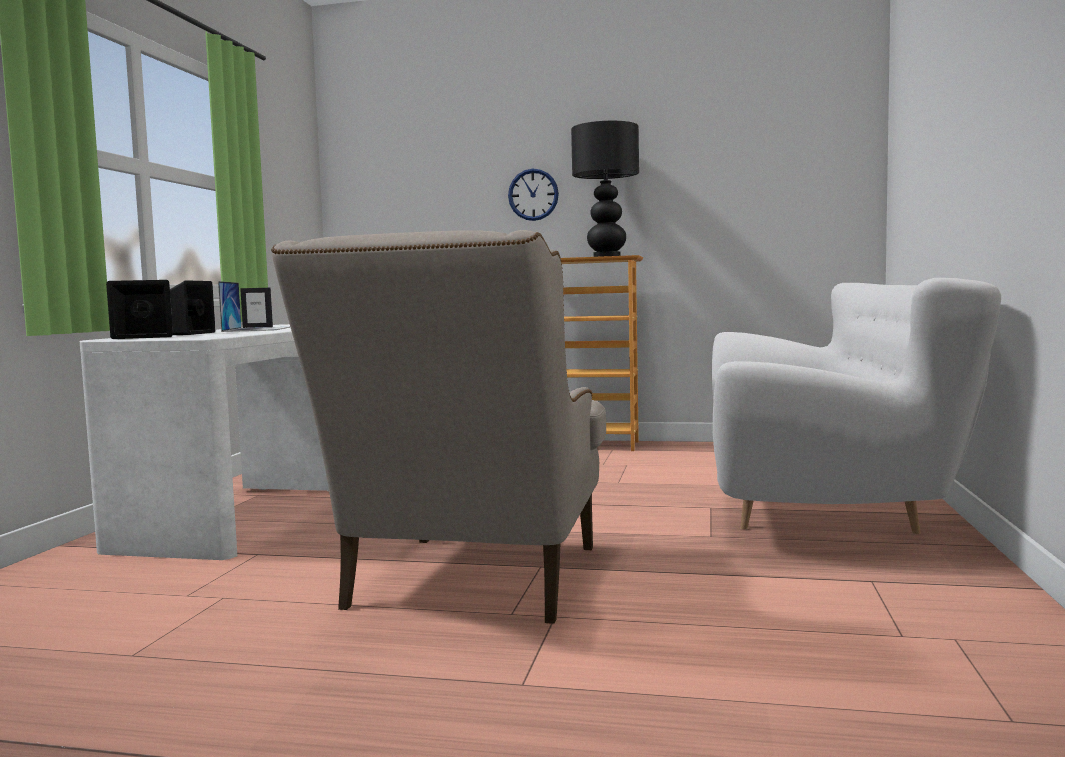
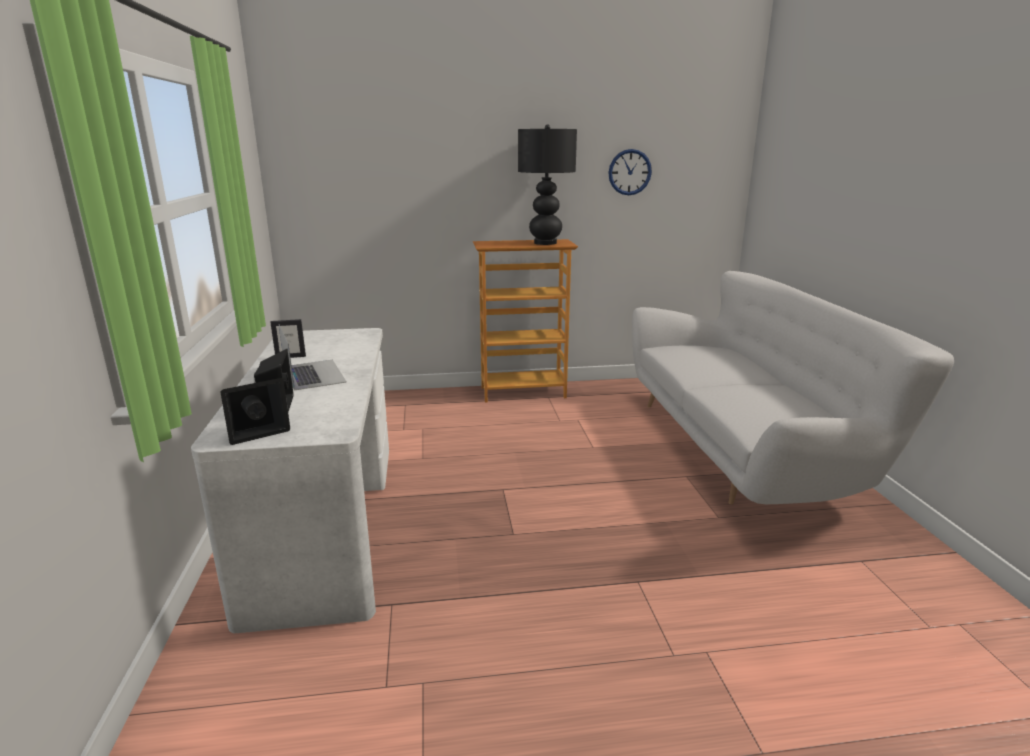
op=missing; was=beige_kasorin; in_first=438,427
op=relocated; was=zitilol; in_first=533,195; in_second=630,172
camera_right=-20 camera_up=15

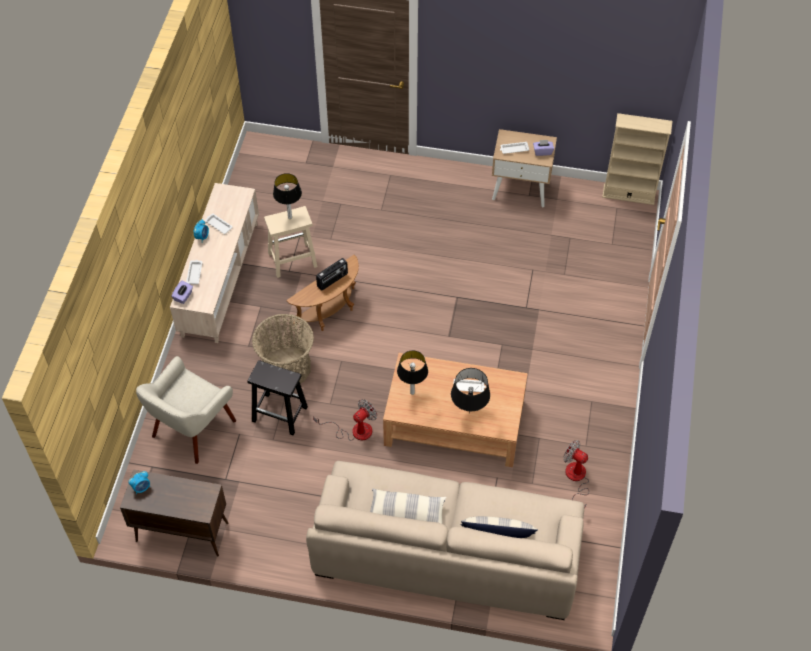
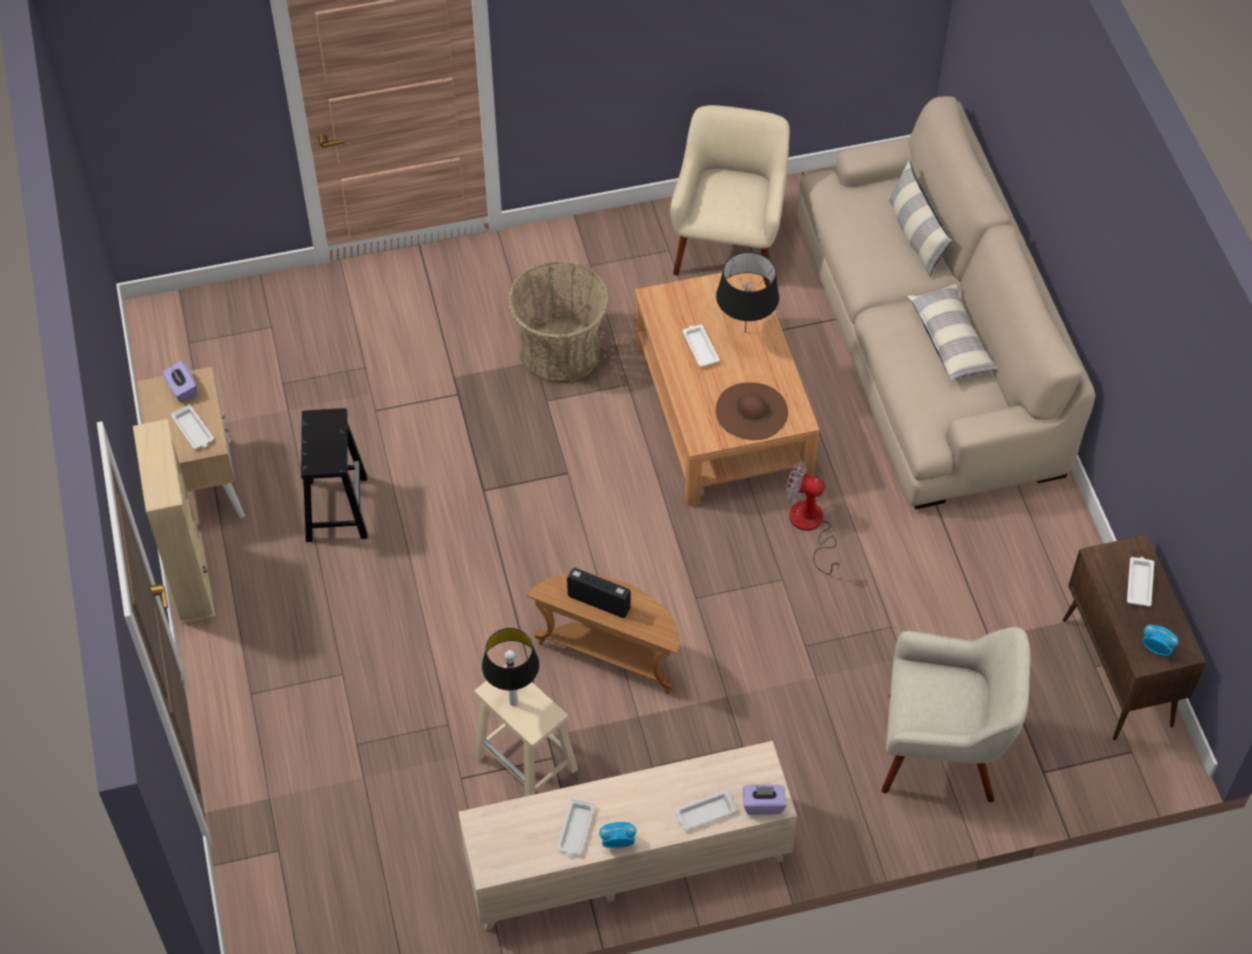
op=relocated; was=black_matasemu; in_first=277,397; in_second=334,475
op=relocated; was=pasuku; in_first=283,349; in_second=558,321
op=exchanged; was=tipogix; now=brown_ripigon; in_first=412,373; in_second=752,411
op=exchanged; was=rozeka; now=beige_kasorin; in_first=576,474; in_second=730,196
op=relocated; was=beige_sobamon; in_first=637,159; in_second=174,521
op=appeared; now=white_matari; in_second=1140,582
camera_right=-115 camera_up=0

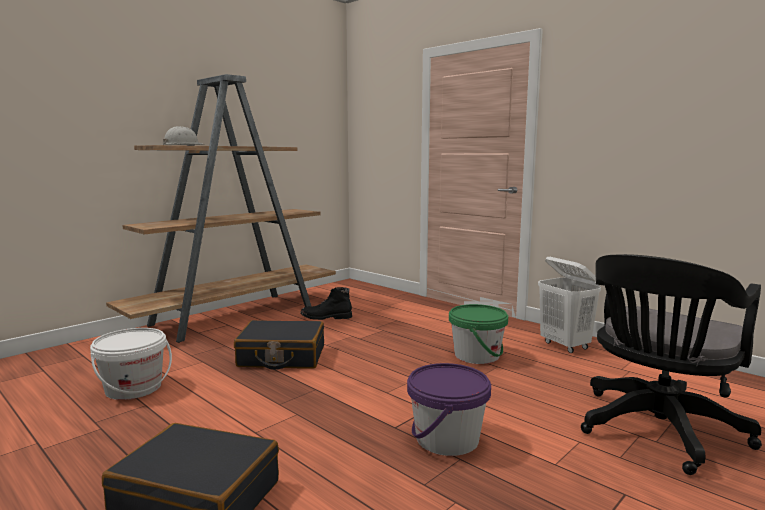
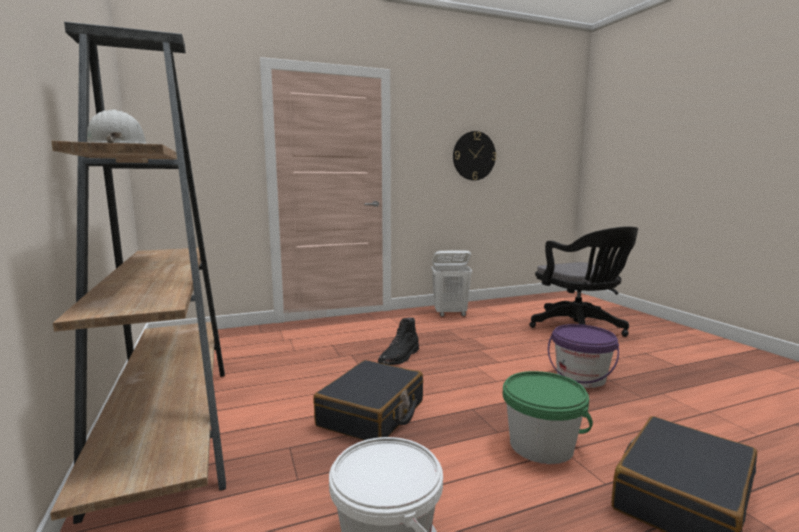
op=relocated; was=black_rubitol; in_first=326,303; in_second=398,341
op=relocated; was=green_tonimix; in_first=478,334; in_second=548,417
op=appeared; now=zitilol; in_second=474,155
camera_right=-65 camera_up=0

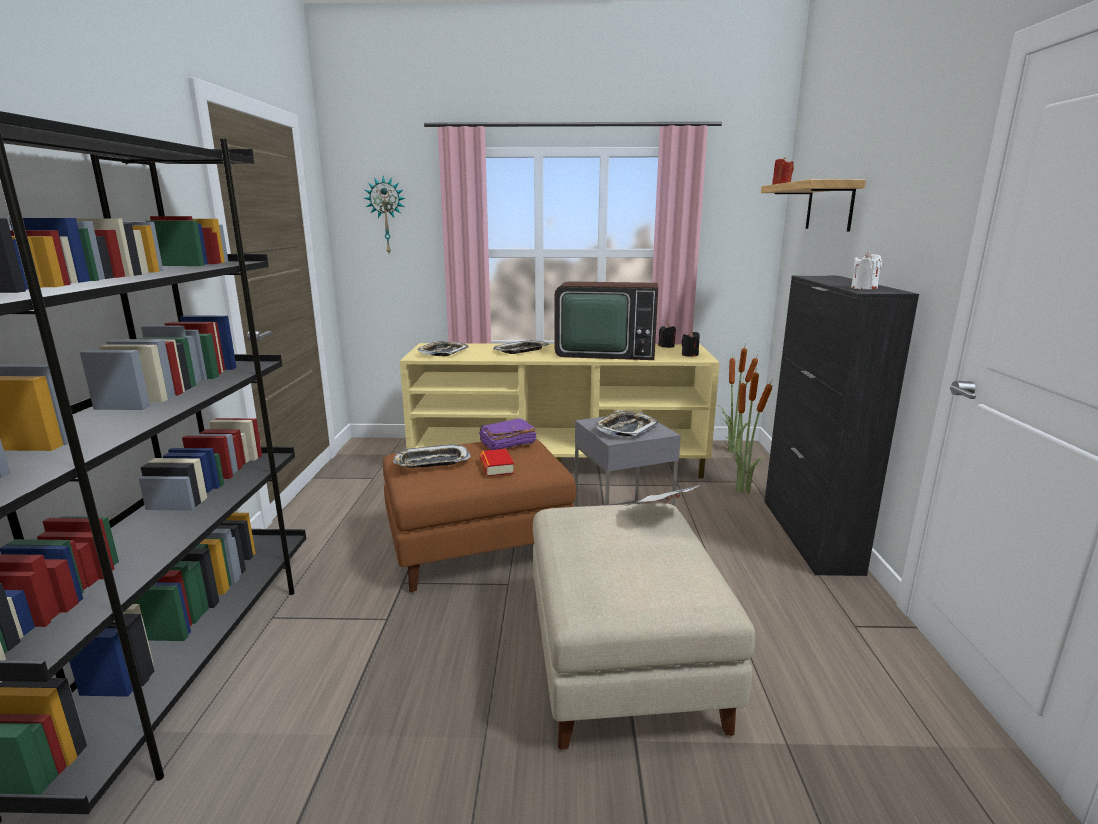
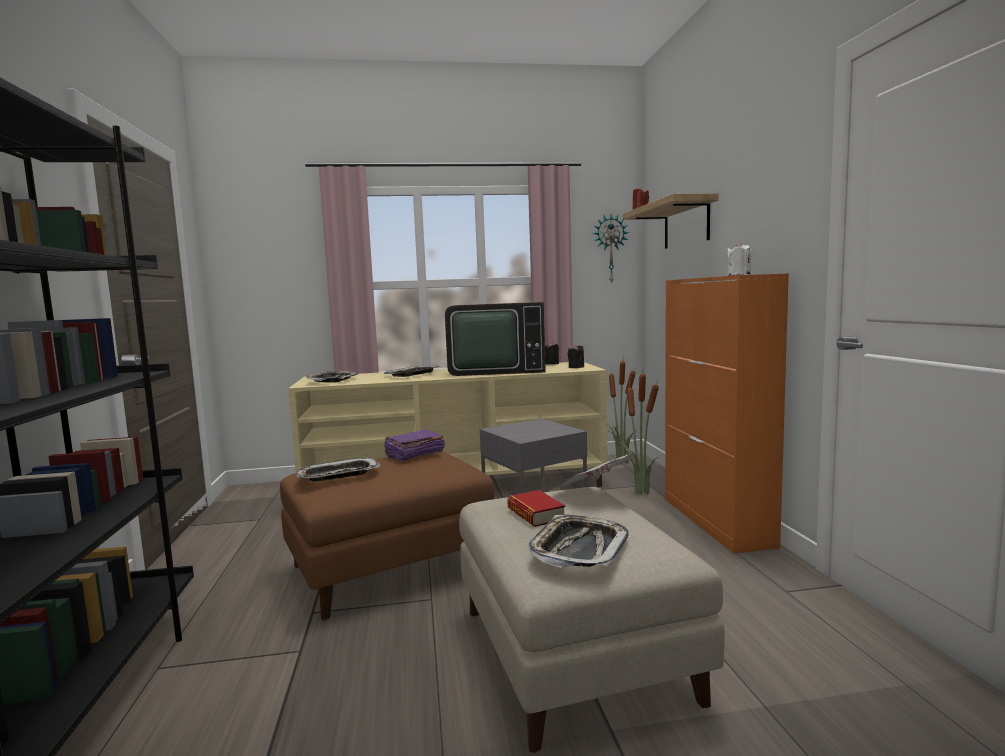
op=relocated; was=zitilol; in_first=385,214; in_second=611,249
op=relocated; was=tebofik; in_first=496,462; in_second=536,508
op=relocated; was=matari; in_first=626,423; in_second=578,541
op=colour; was=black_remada; now=orange_remada; in_first=841,426; in_second=727,413
camera_right=-10 camera_up=-10

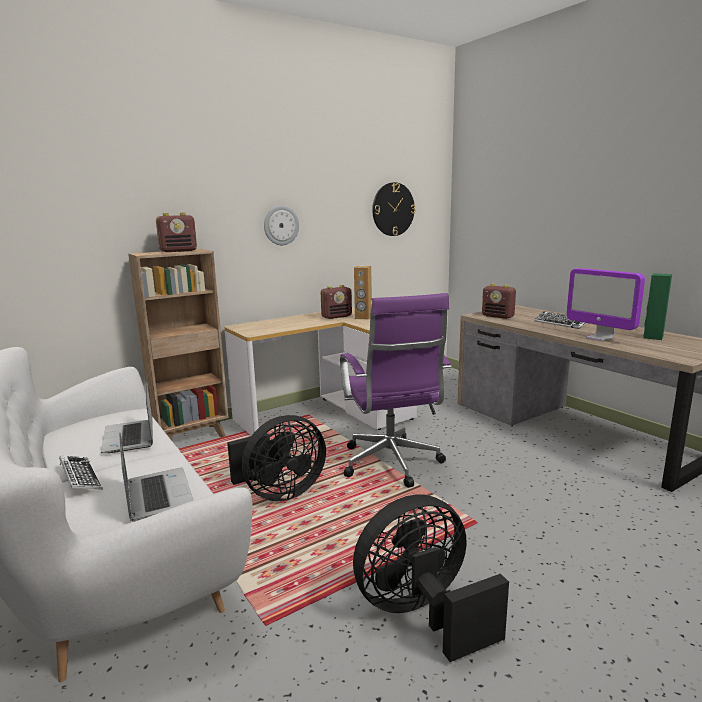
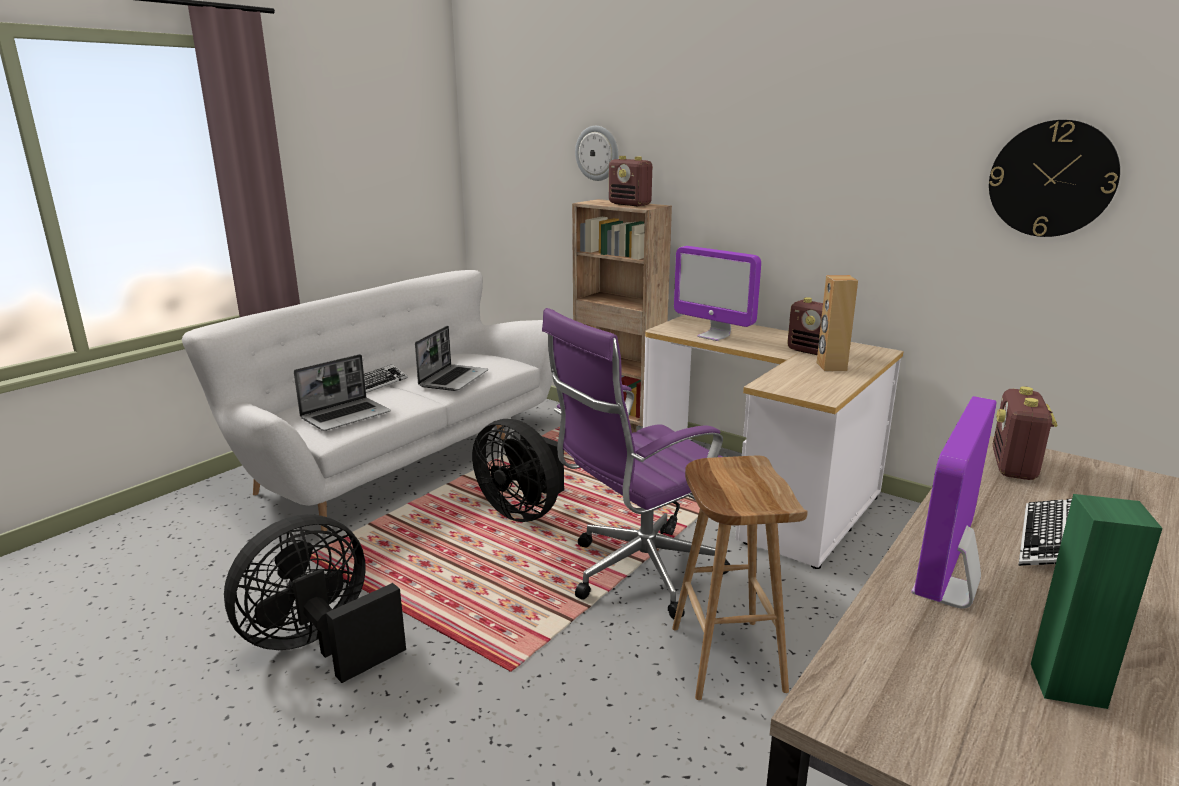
op=spun; was=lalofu; in_first=127,417; in_second=451,358; clockwise=150
op=relocated; was=zitilol; in_first=281,225; in_second=596,153
op=spun; was=black_rozeka; in_first=431,578; in_second=315,598; clockwise=-90
op=appeared; now=brown_matasemu; in_second=740,578
op=appeared; now=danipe; in_second=717,293
camera_right=70 camera_up=5

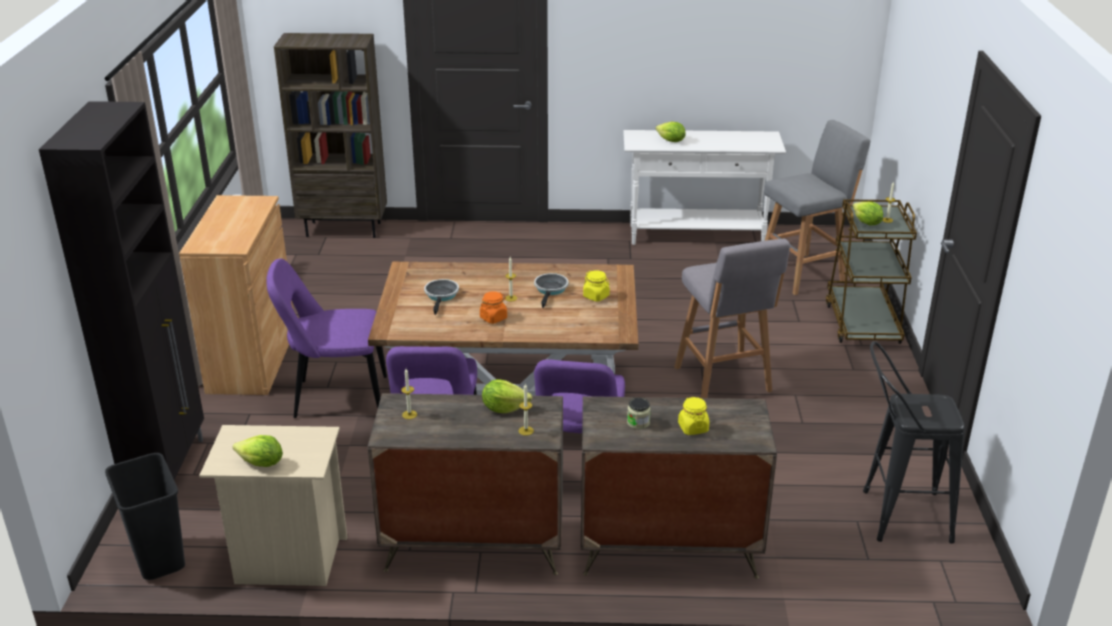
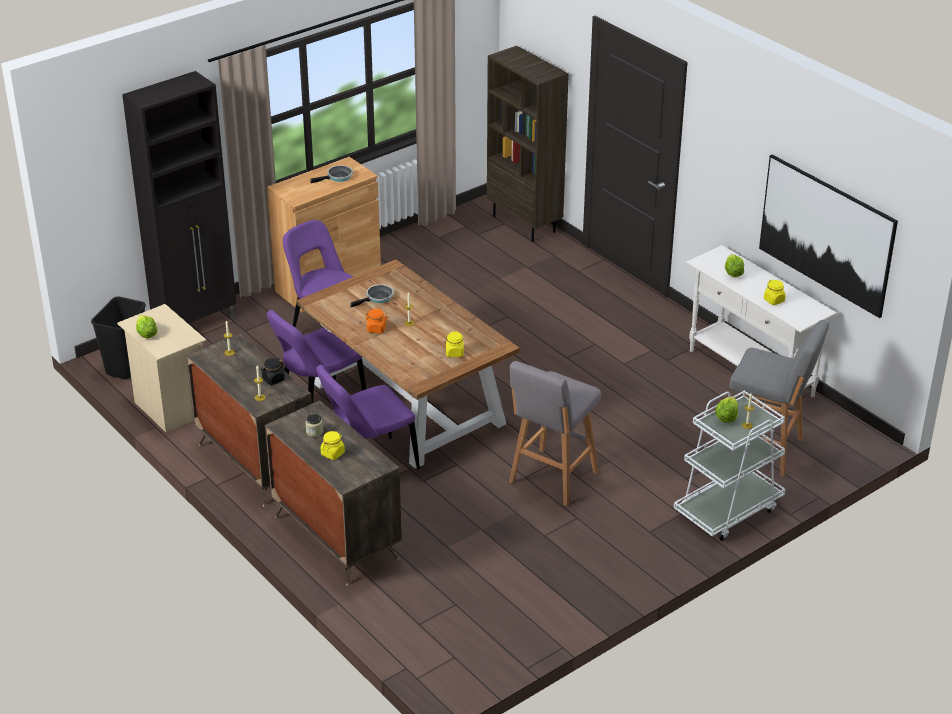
op=exchanged; was=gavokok; now=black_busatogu; in_first=507,396; in_second=273,371
op=relocated; was=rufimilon; in_first=551,290; in_second=331,174
op=colour; was=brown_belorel; now=white_belorel; in_first=871,271; in_second=730,466
op=missing; was=black_matasemu; in_first=914,442
op=appeared; now=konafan; in_second=828,236
op=appeared; now=yellow_busatogu; in_second=774,292
camera_right=50 camera_up=5

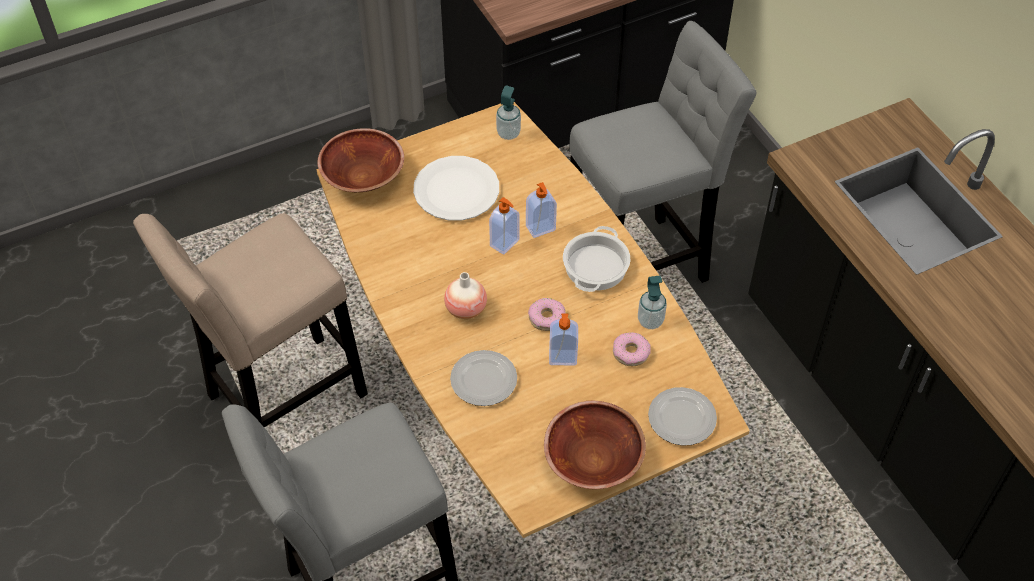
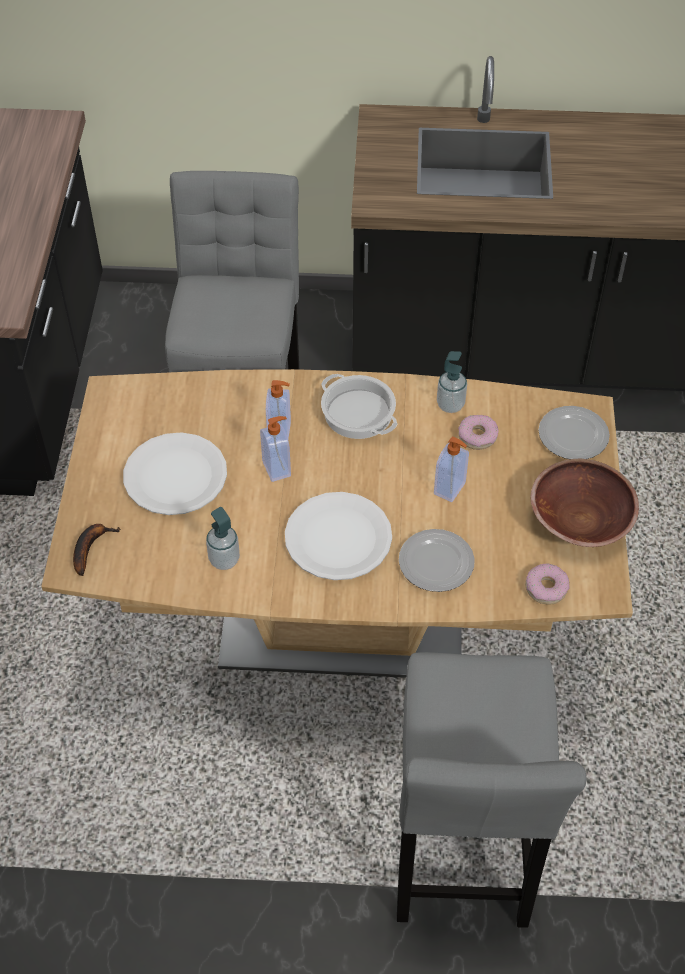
op=missing; was=beige_matasemu; in_first=250,320
op=exchanged; was=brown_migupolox; now=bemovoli; in_first=361,160; in_second=97,550
op=exchanged; was=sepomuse; now=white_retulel; in_first=465,295; in_second=338,536
op=relocated; was=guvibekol; in_first=508,112; in_second=223,538
op=relocated; was=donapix; in_first=547,314; in_second=547,584
camera_right=-60 camera_up=0

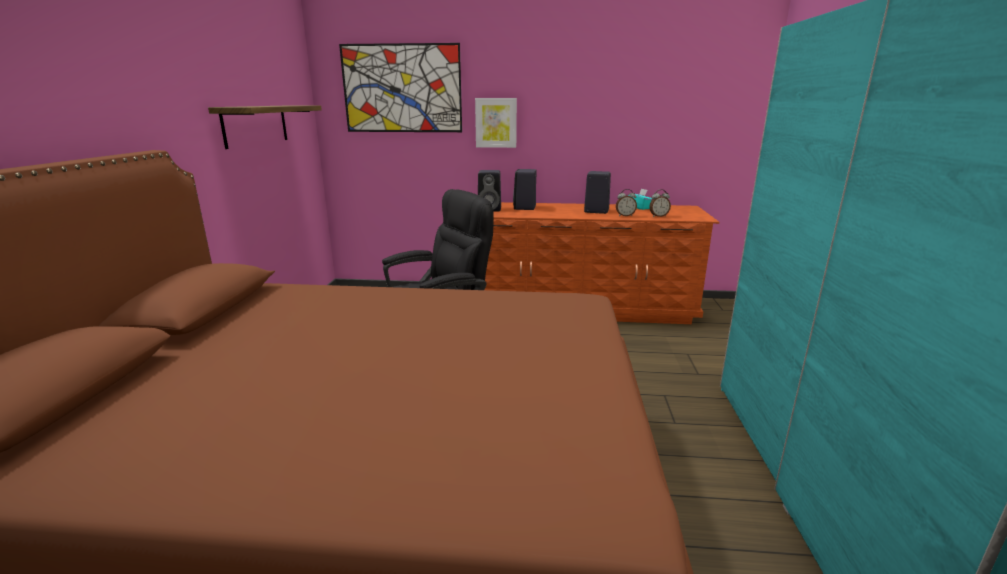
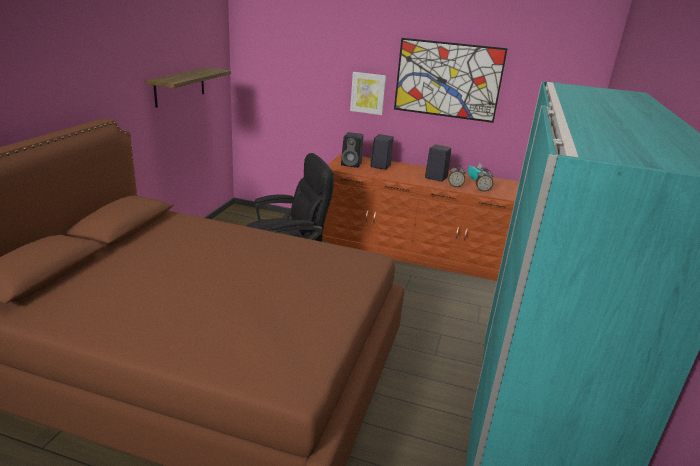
op=relocated; was=konafan; in_first=400,87; in_second=451,80
camera_right=10 camera_up=5

